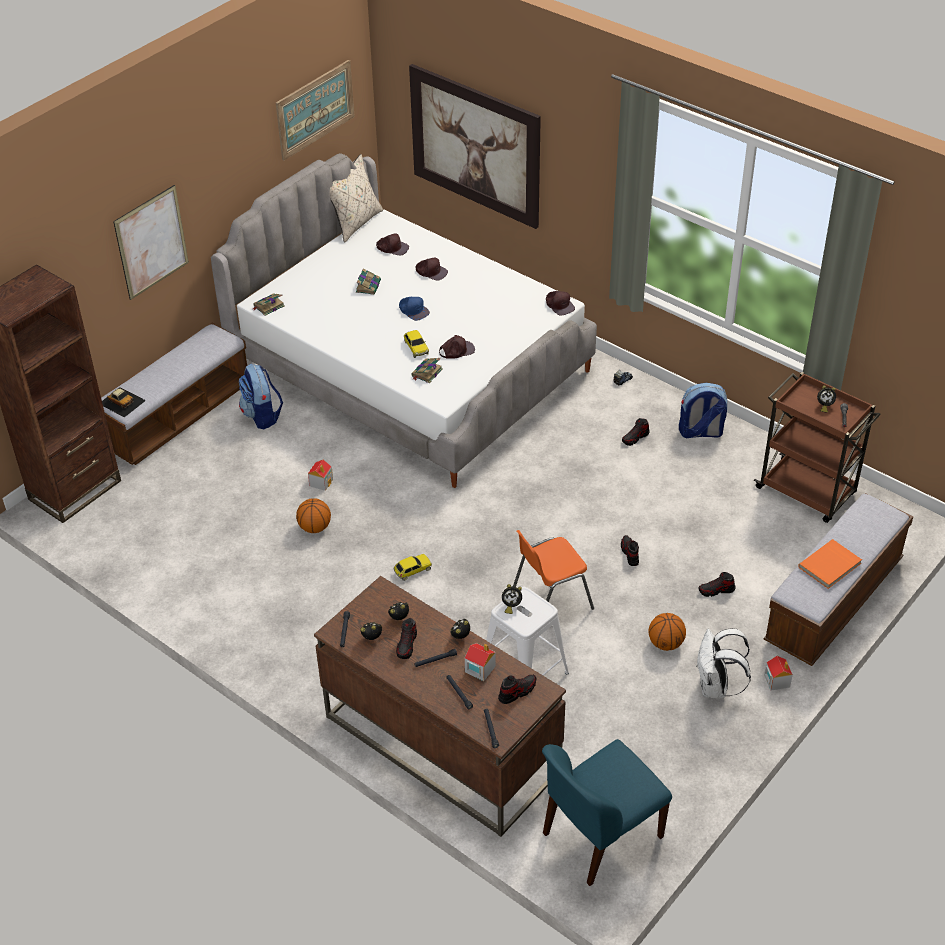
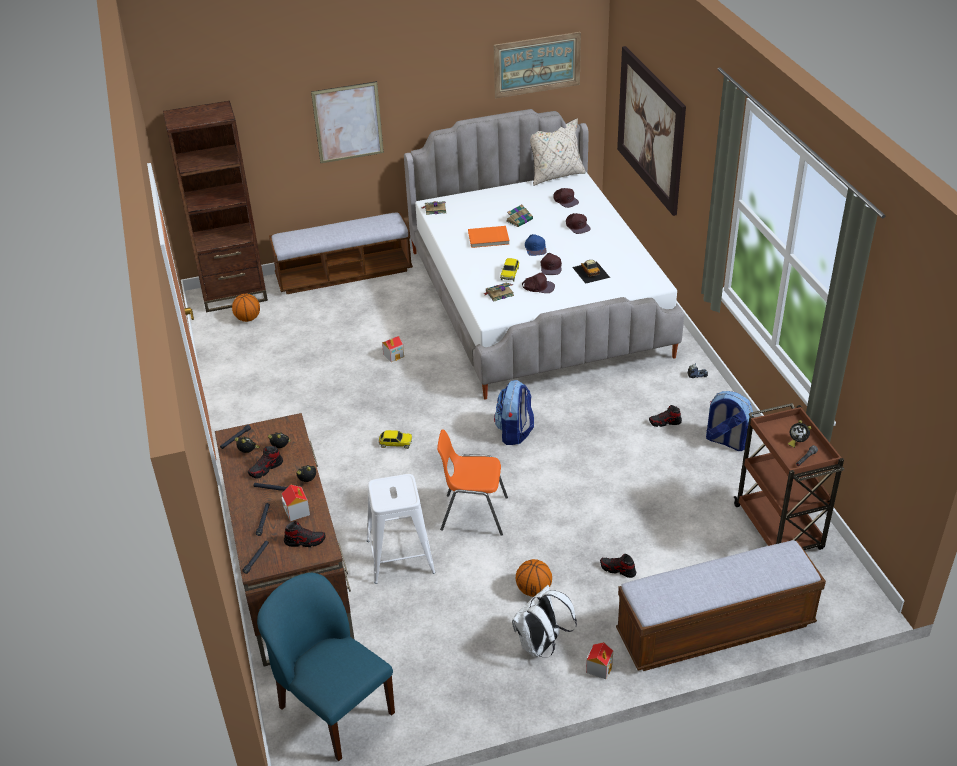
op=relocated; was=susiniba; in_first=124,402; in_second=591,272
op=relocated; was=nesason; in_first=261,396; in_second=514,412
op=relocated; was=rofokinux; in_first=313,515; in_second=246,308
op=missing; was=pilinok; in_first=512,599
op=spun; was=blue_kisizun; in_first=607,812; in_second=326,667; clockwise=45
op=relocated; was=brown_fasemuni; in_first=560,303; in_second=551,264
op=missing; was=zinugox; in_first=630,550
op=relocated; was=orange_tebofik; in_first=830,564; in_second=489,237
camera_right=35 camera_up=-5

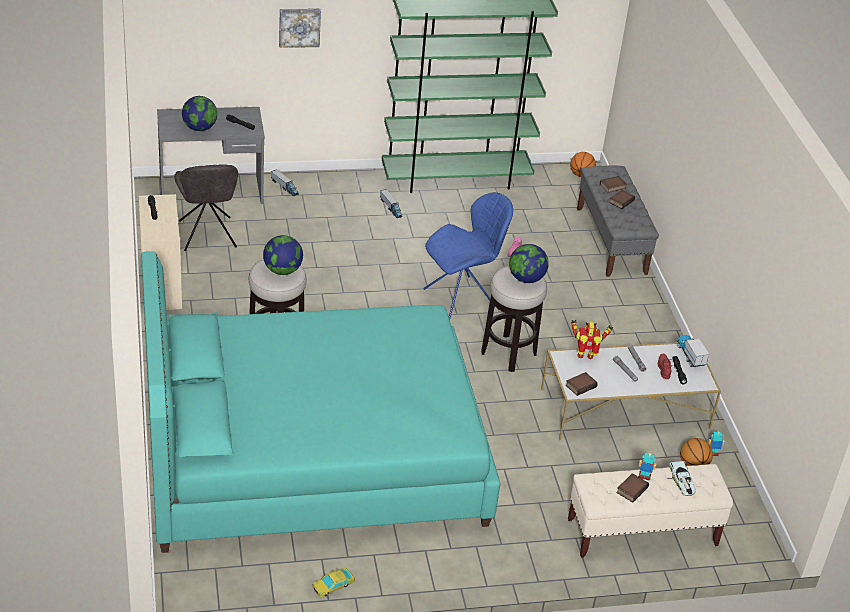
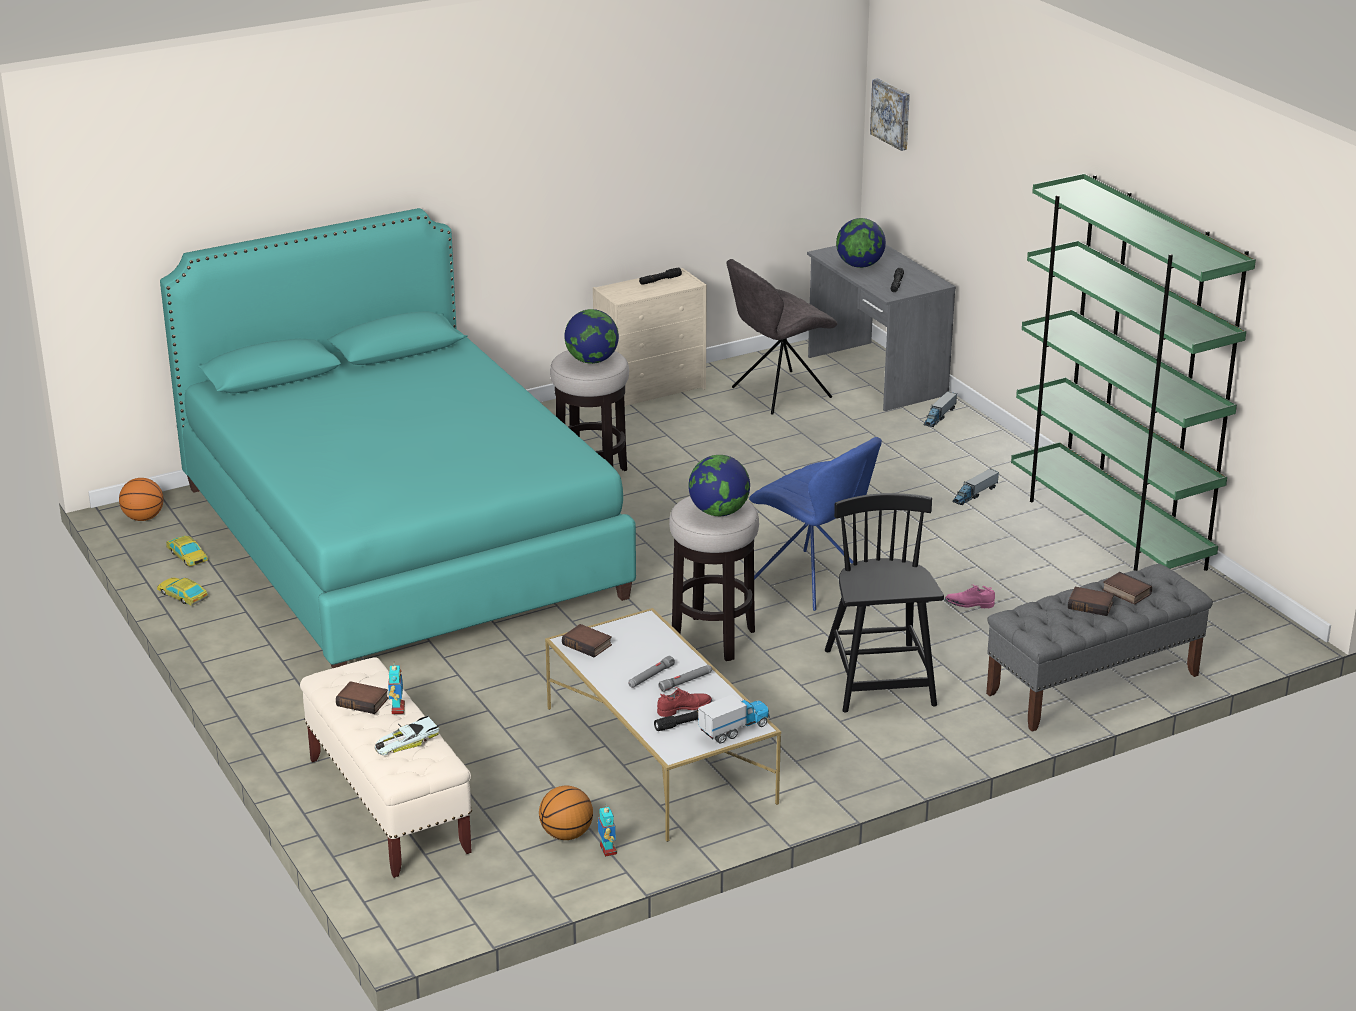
op=relocated; was=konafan; in_first=300,28; in_second=890,114
op=relocated; was=rofokinux; in_first=583,164; in_second=141,499
op=missing; was=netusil; in_first=592,339
op=appeared; now=susiniba; in_second=187,551
op=appeared; now=black_kisizun; in_second=884,603
camera_right=75 camera_up=-10

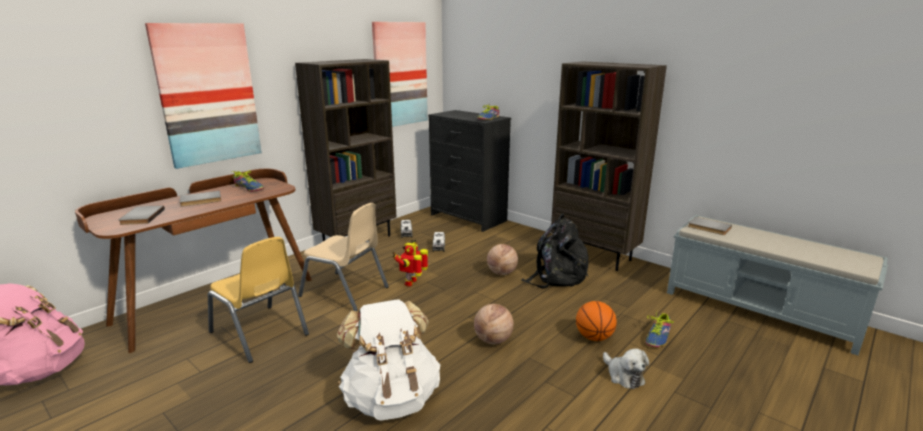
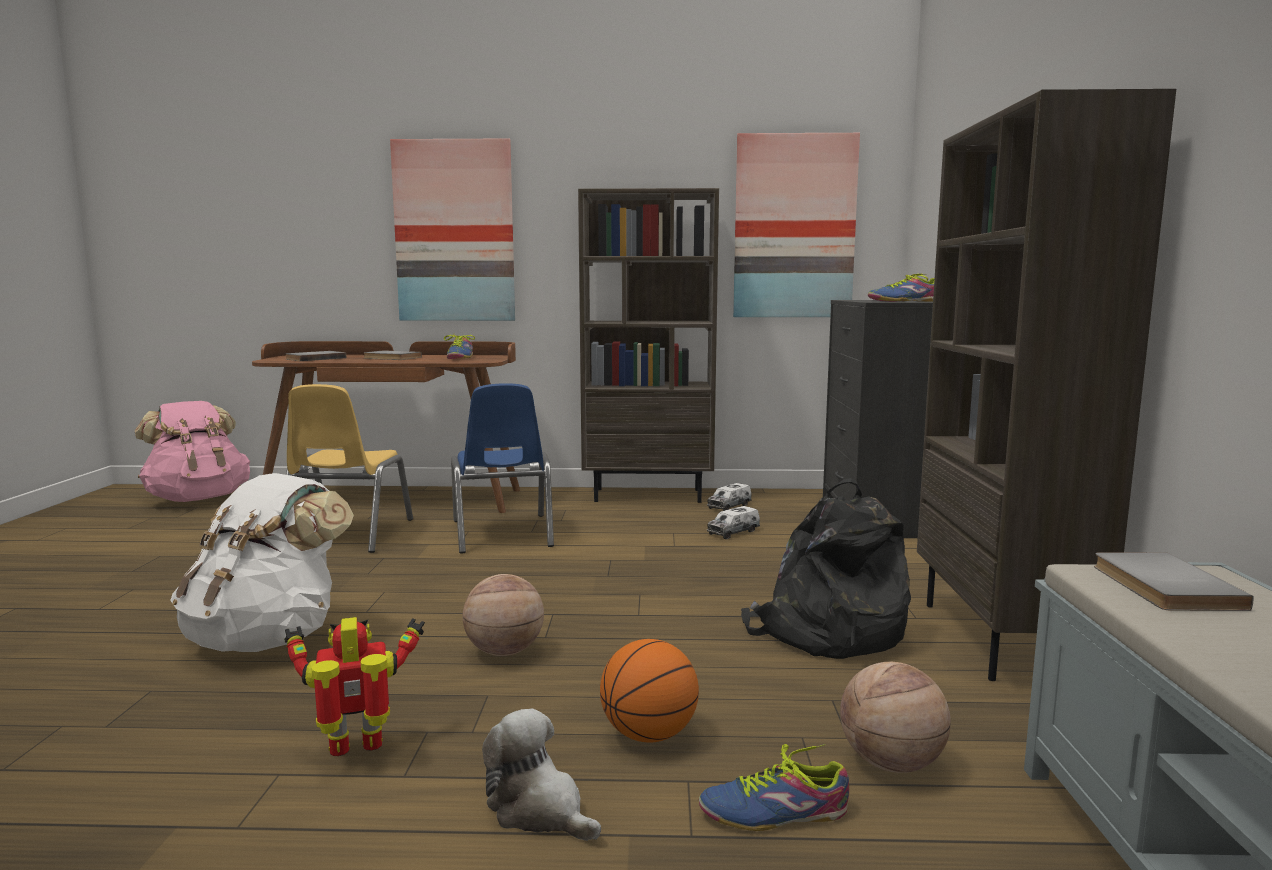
op=colour; was=beige_kisizun; now=blue_kisizun; in_first=343,257; in_second=502,468
op=relocated; was=netusil; in_first=410,263; in_second=354,686
op=relocated; was=rofokinux; in_first=502,259; in_second=895,717
op=spun; was=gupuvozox; in_first=626,368; in_second=541,774; clockwise=105
camera_right=50 camera_up=-10

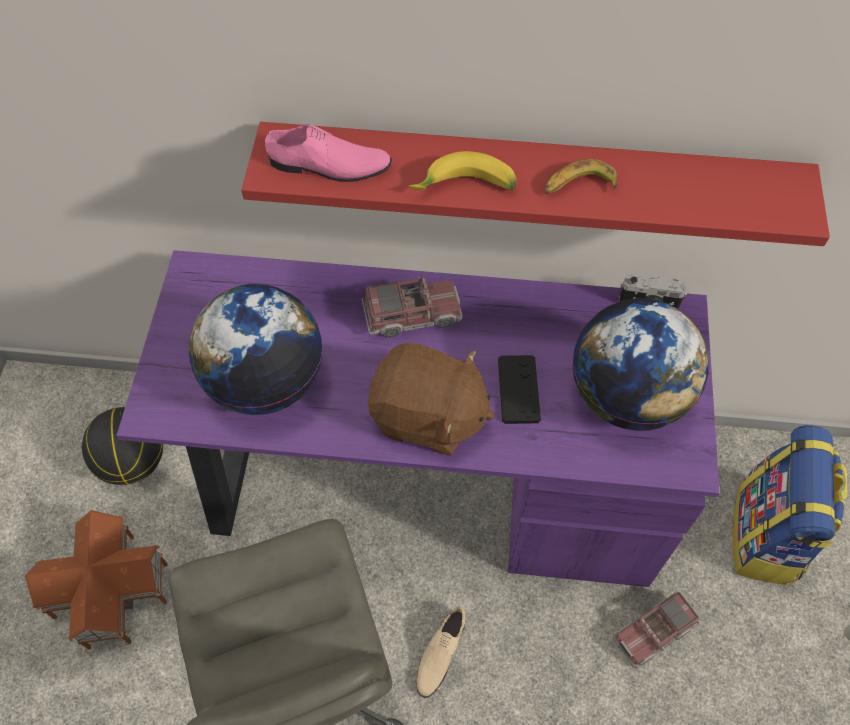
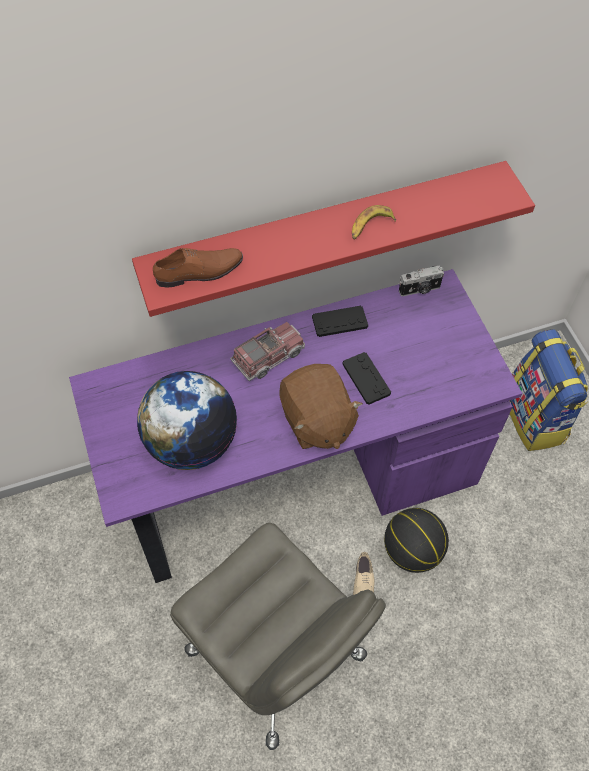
op=missing; was=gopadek; in_first=96,579
op=relocated; was=rofokinux; in_first=122,446; in_second=416,540
op=colour; was=pink_zinugox; now=brown_zinugox; in_first=328,153; in_second=198,268
op=spun; was=brown_gupuvozox; in_first=431,399; in_second=321,406; clockwise=75
op=missing; was=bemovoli; in_first=462,171
op=missing; was=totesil; in_first=641,364
op=missing; was=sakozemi; in_first=656,630
op=appeared; now=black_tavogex; in_second=340,321
camera_right=-25 camera_up=0

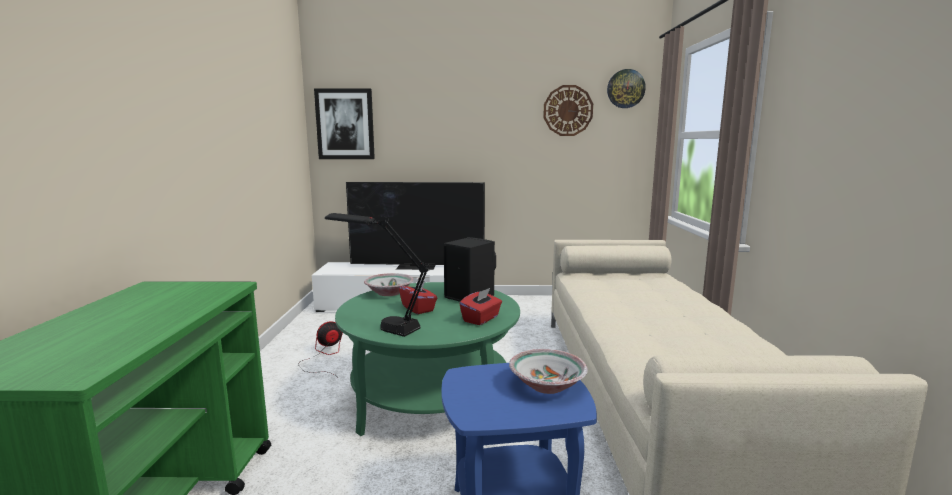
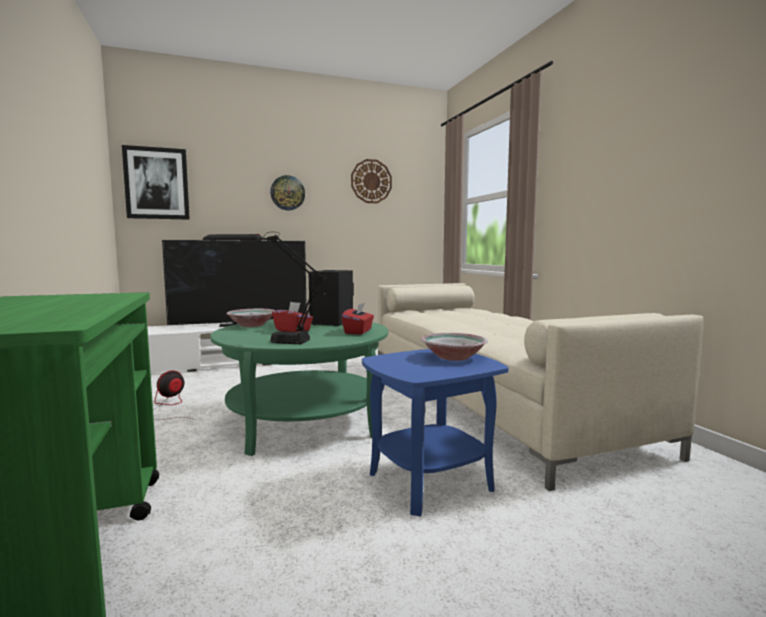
op=relocated; was=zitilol; in_first=626,88; in_second=287,192
camera_right=-20 camera_up=-5

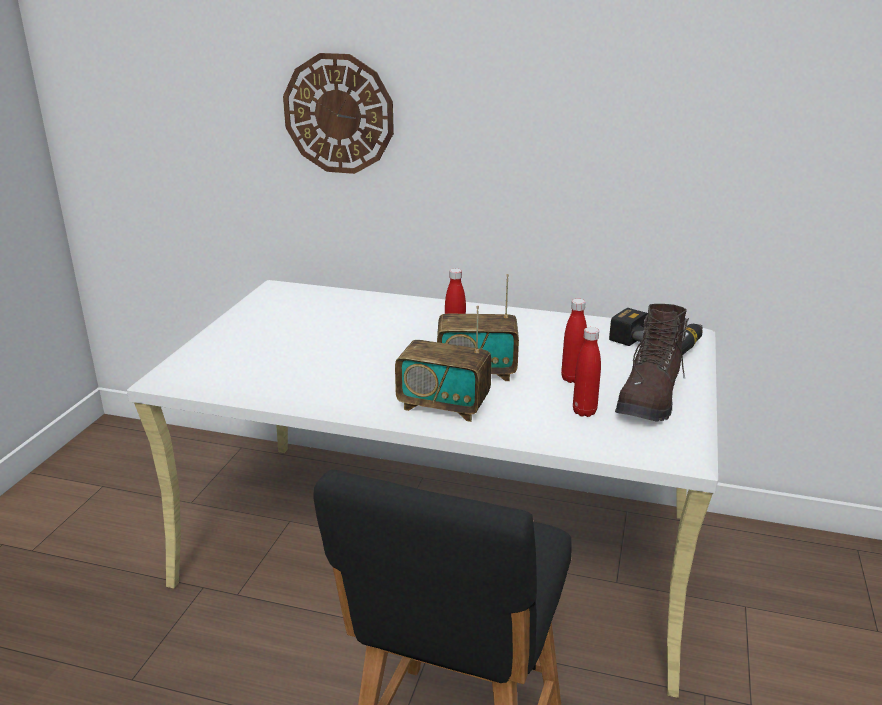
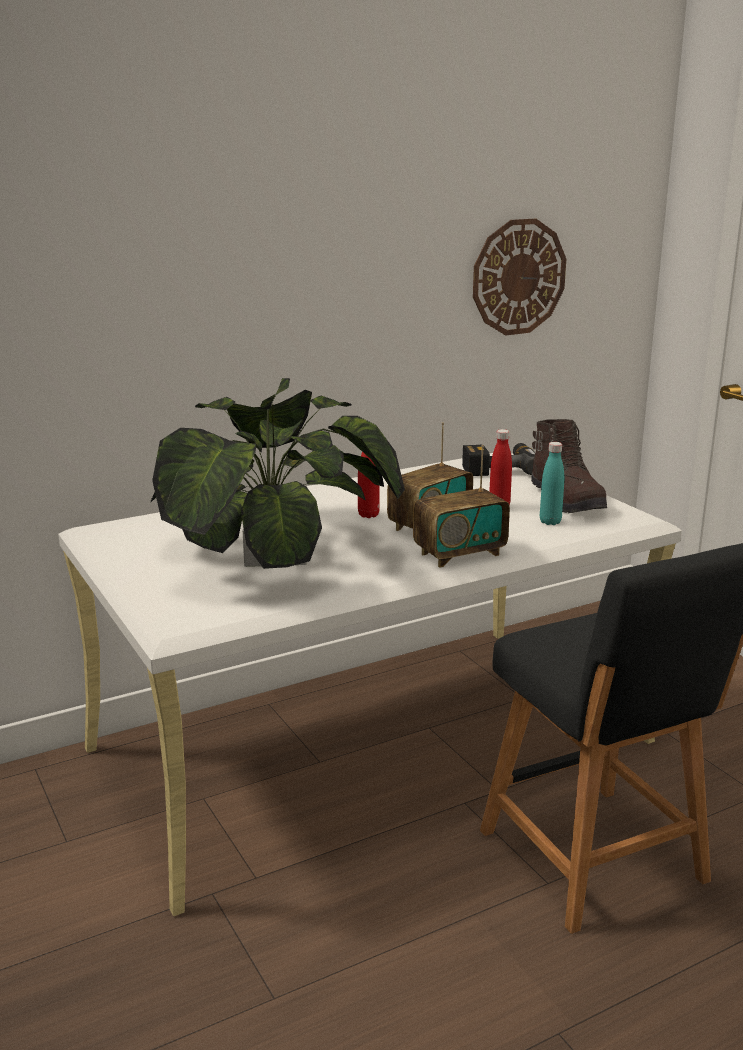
op=relocated; was=zitilol; in_first=338,113; in_second=519,277
op=colour; was=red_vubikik; now=turquoise_vubikik; in_first=587,372; in_second=552,483
op=appeared; now=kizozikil; in_second=277,473
camera_right=-45 camera_up=-5

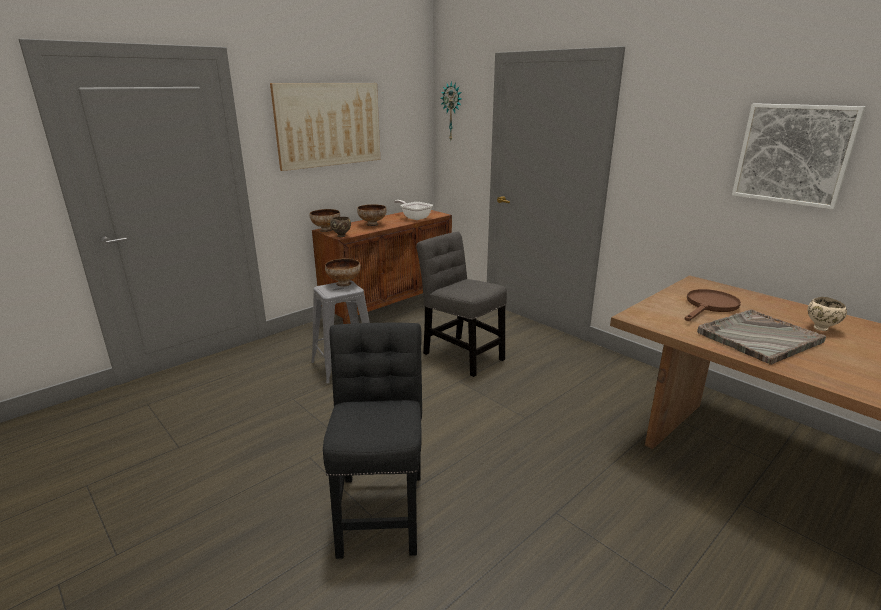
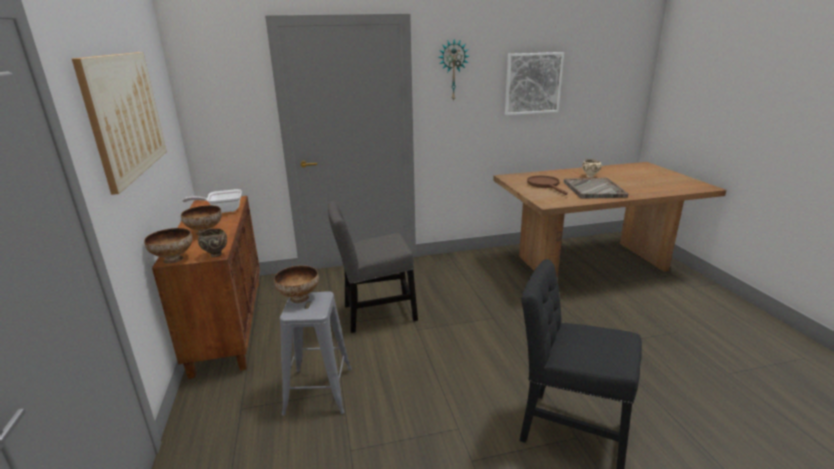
op=relocated; was=zitilol; in_first=451,111; in_second=454,70
camera_right=-60 camera_up=0

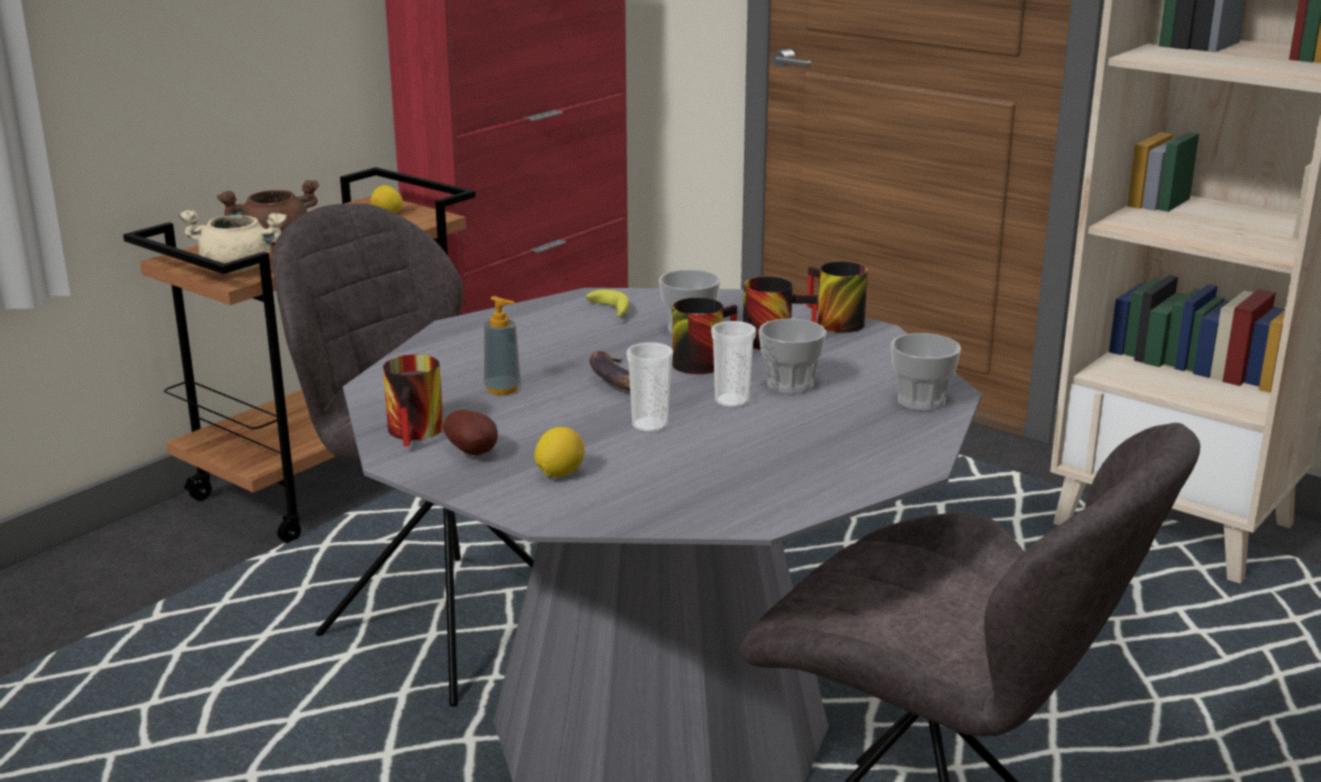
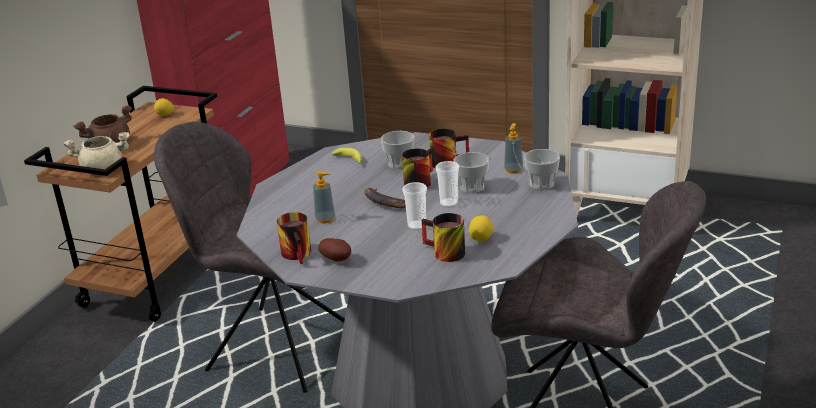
op=relocated; was=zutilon; in_first=559,452; in_second=481,229
op=relocated; was=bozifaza; in_first=837,297; in_second=443,237
op=appeared; now=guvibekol; in_second=513,148
camera_right=-15 camera_up=5

